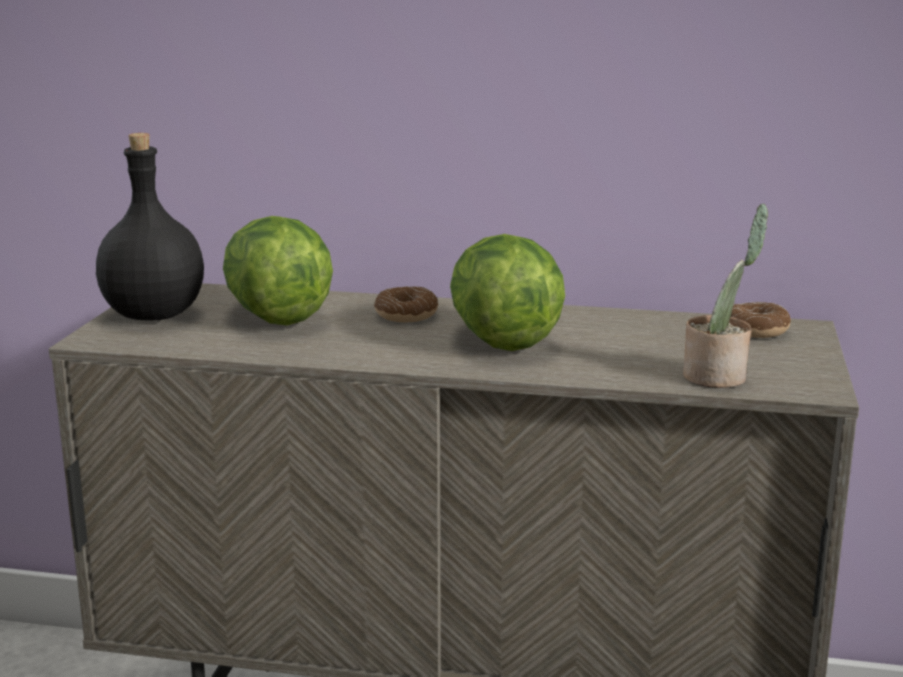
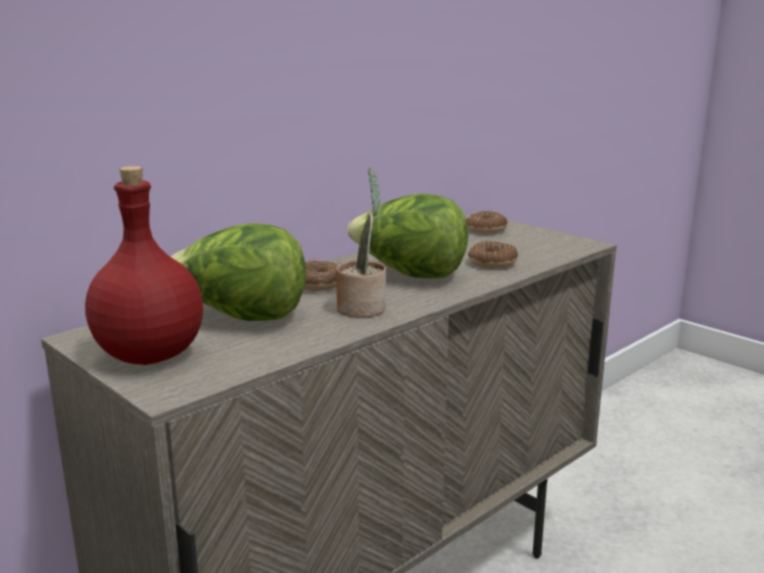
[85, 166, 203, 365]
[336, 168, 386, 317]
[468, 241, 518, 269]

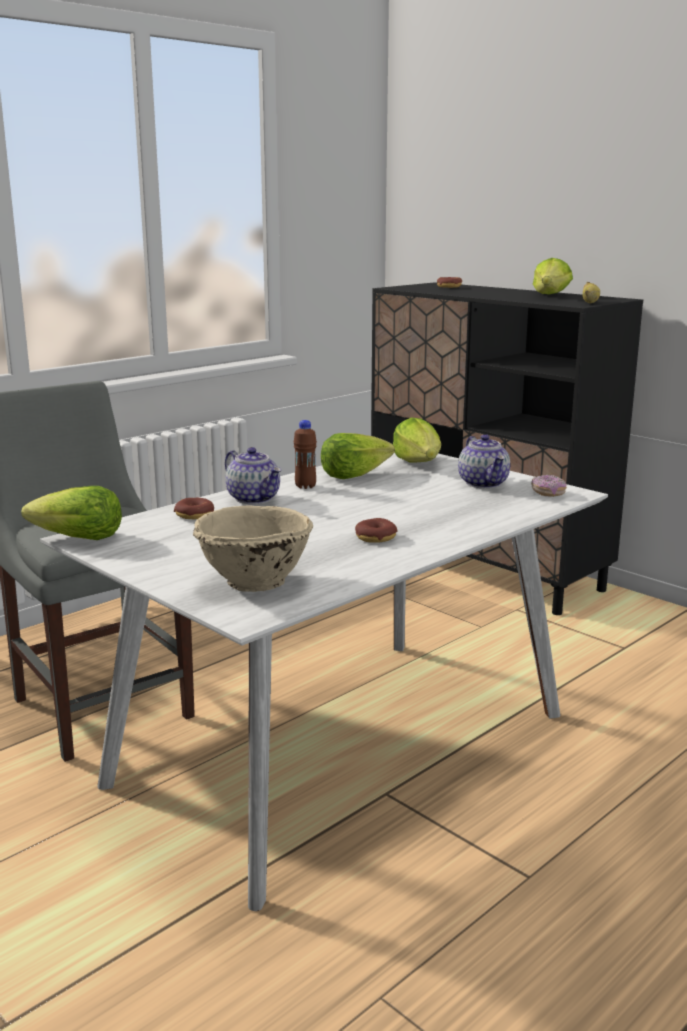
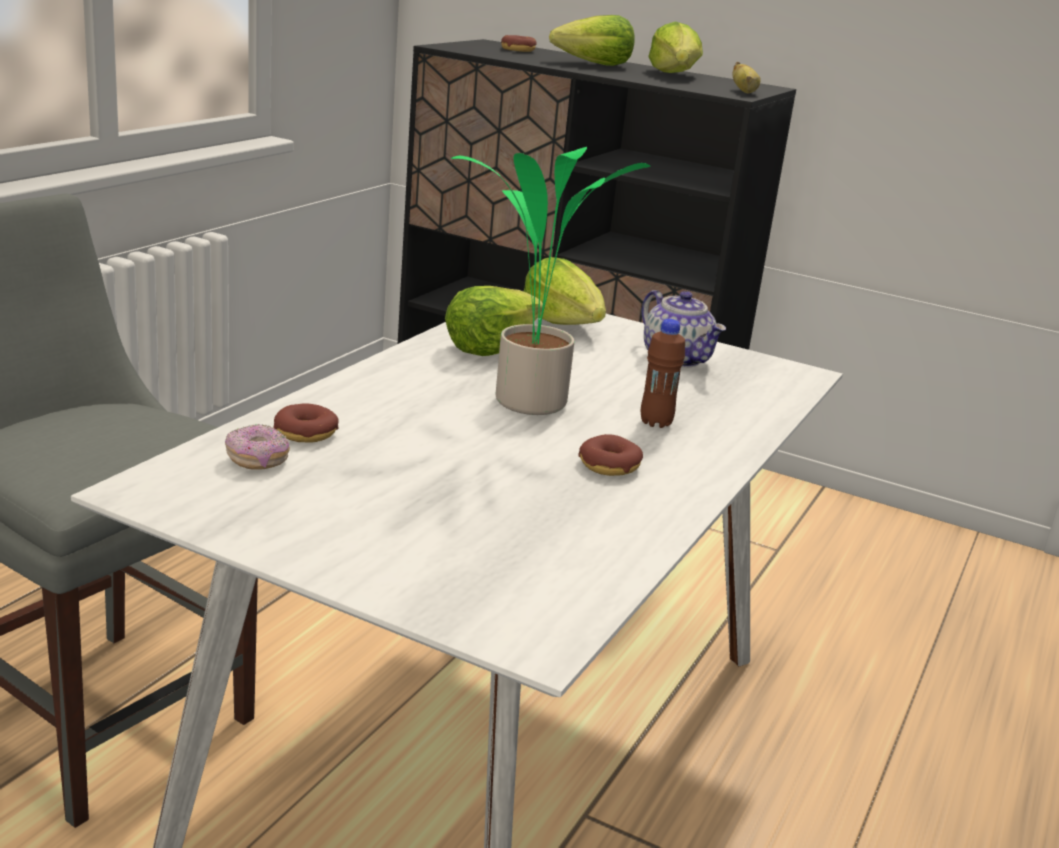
[549, 15, 635, 66]
[193, 506, 313, 592] (first image)
[225, 447, 282, 504] (first image)
[640, 319, 685, 428]
[225, 424, 290, 470]
[451, 147, 650, 415]

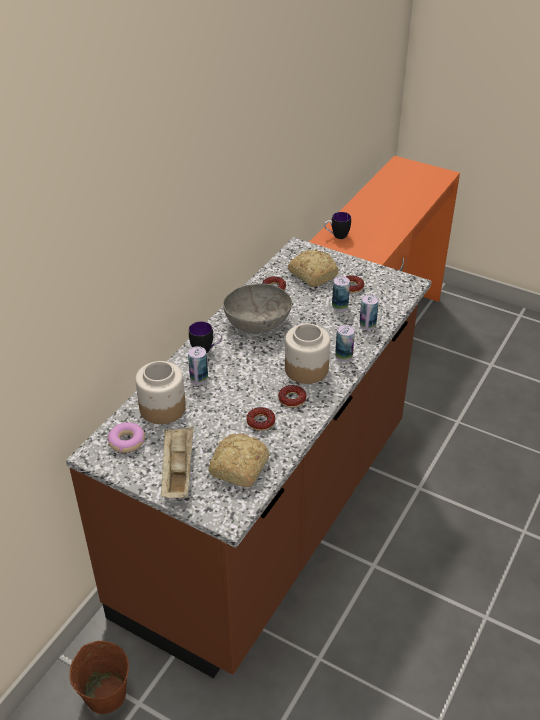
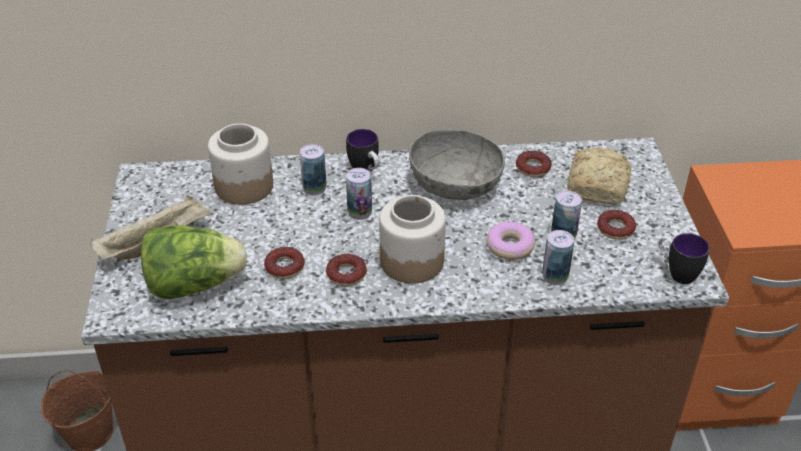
[486, 222, 535, 260]
[141, 225, 247, 299]
[659, 233, 710, 284]
[346, 168, 372, 220]

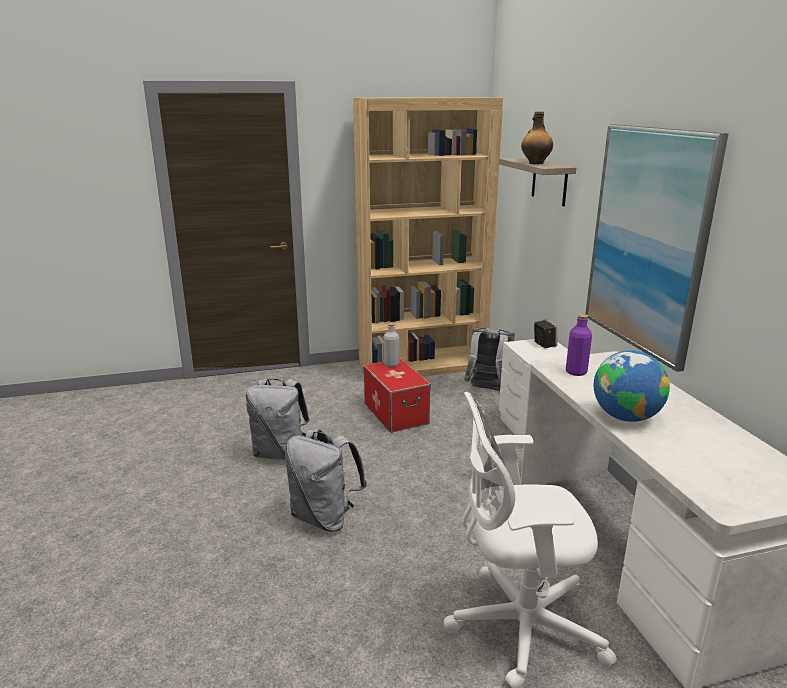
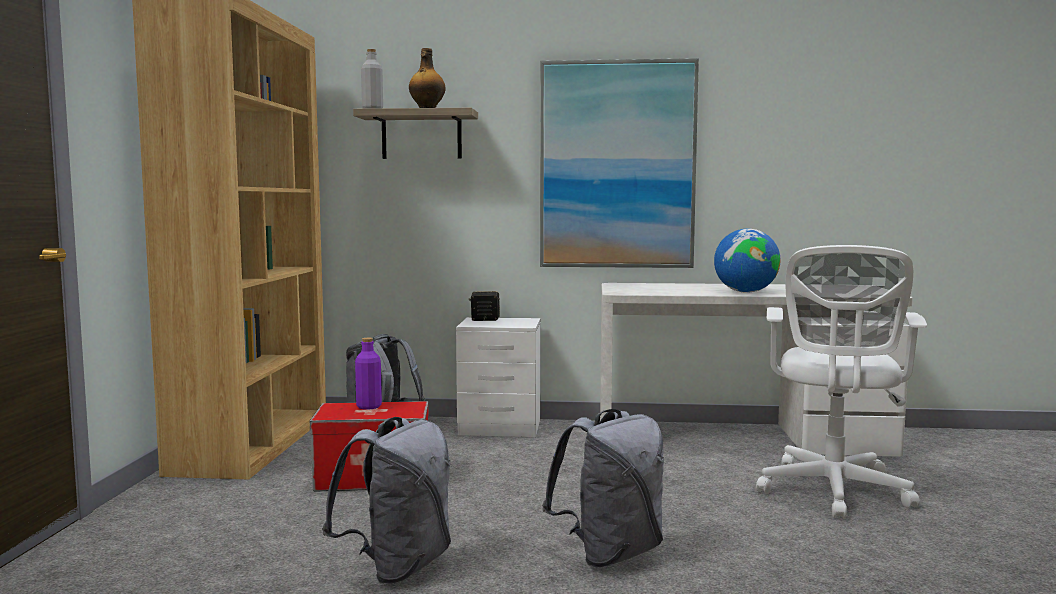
[361, 49, 383, 109]
[355, 338, 382, 410]

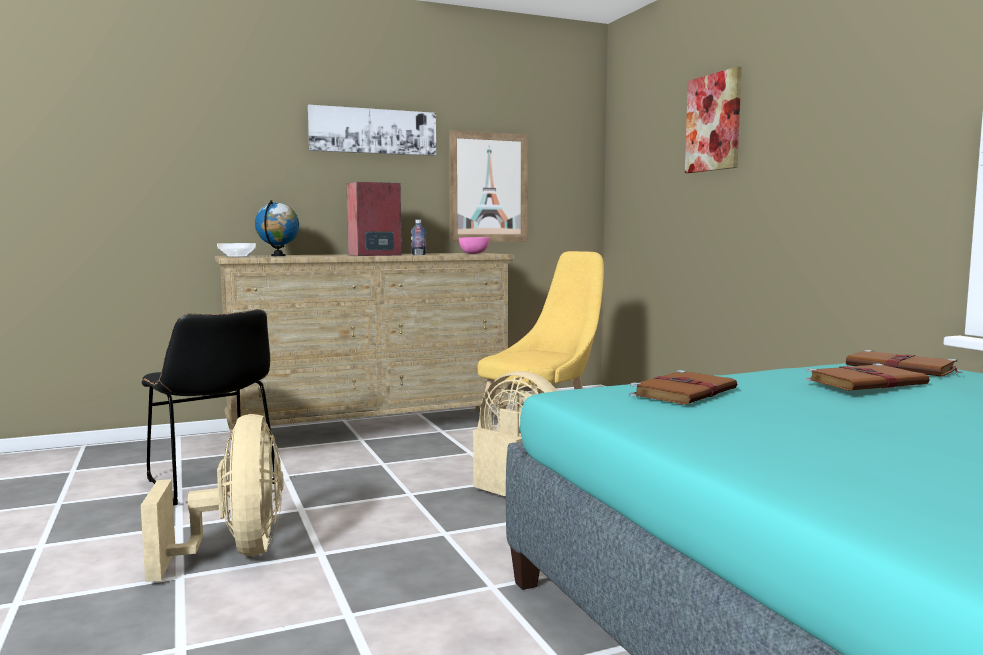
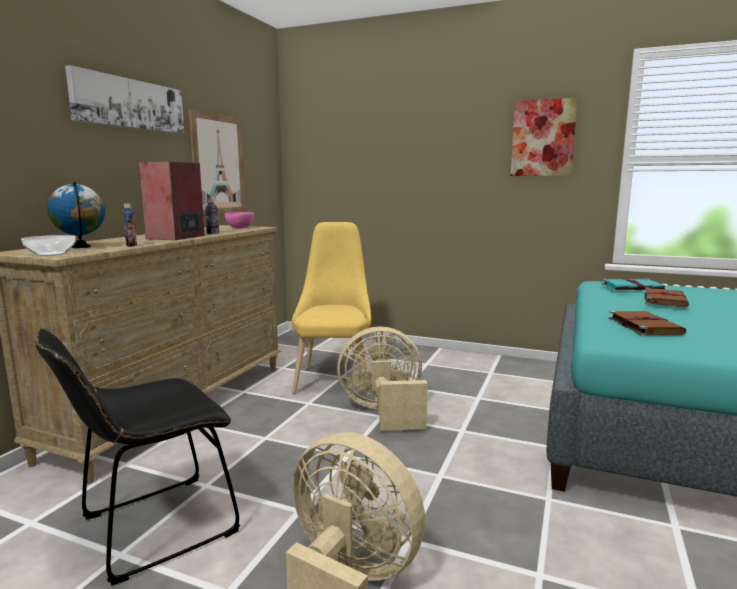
[35, 329, 240, 585]
[511, 98, 578, 176]
[601, 279, 665, 290]
[123, 203, 137, 247]

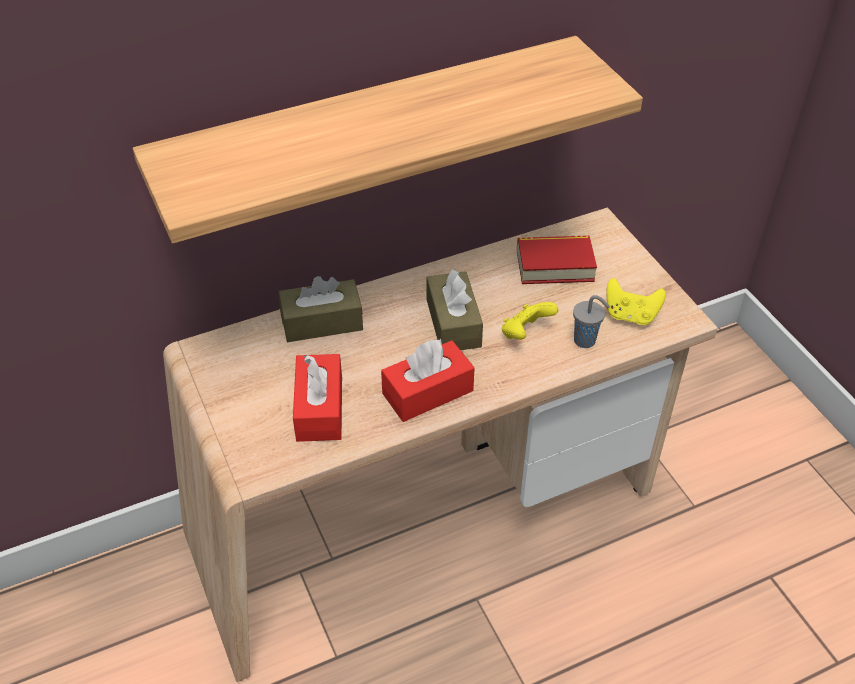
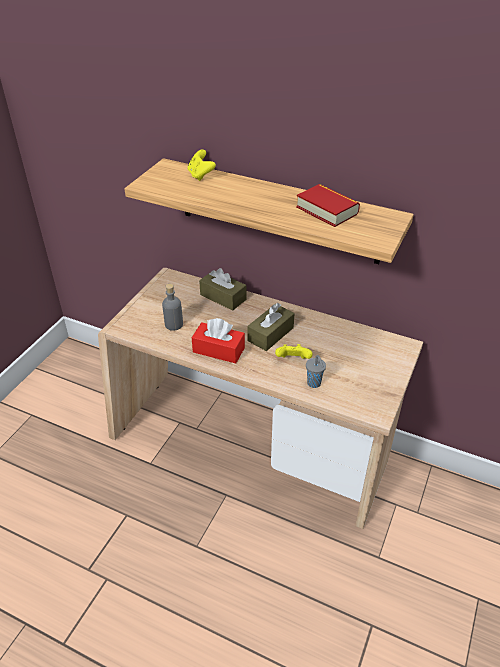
[162, 284, 183, 331]
[296, 184, 360, 227]
[188, 150, 216, 181]

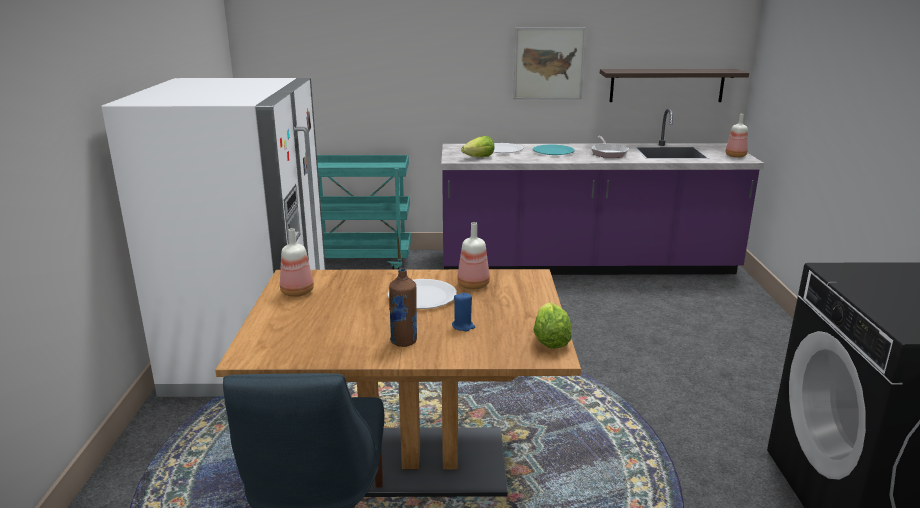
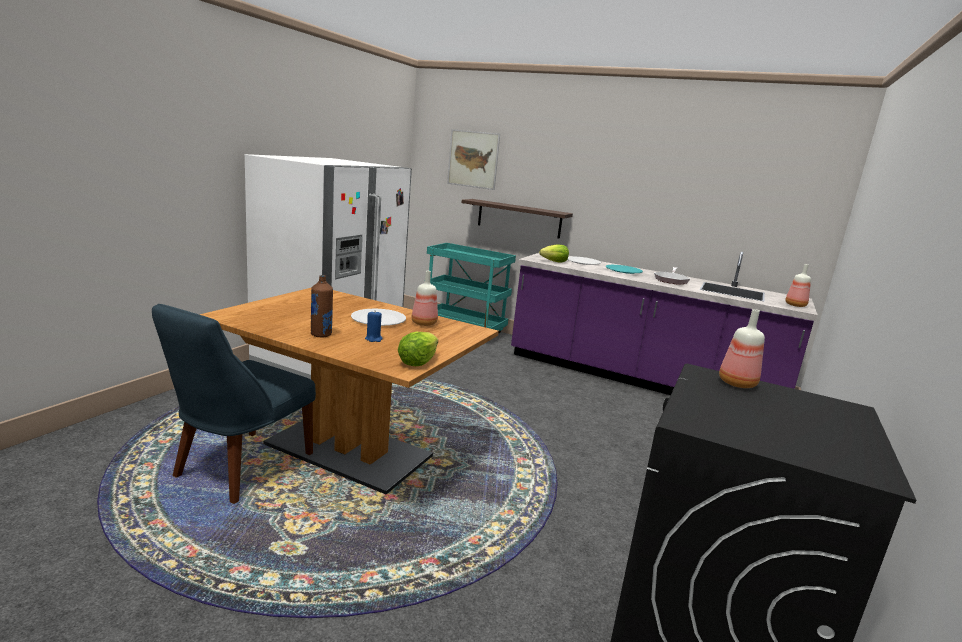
[719, 309, 765, 388]
[447, 129, 500, 190]
[462, 199, 573, 239]

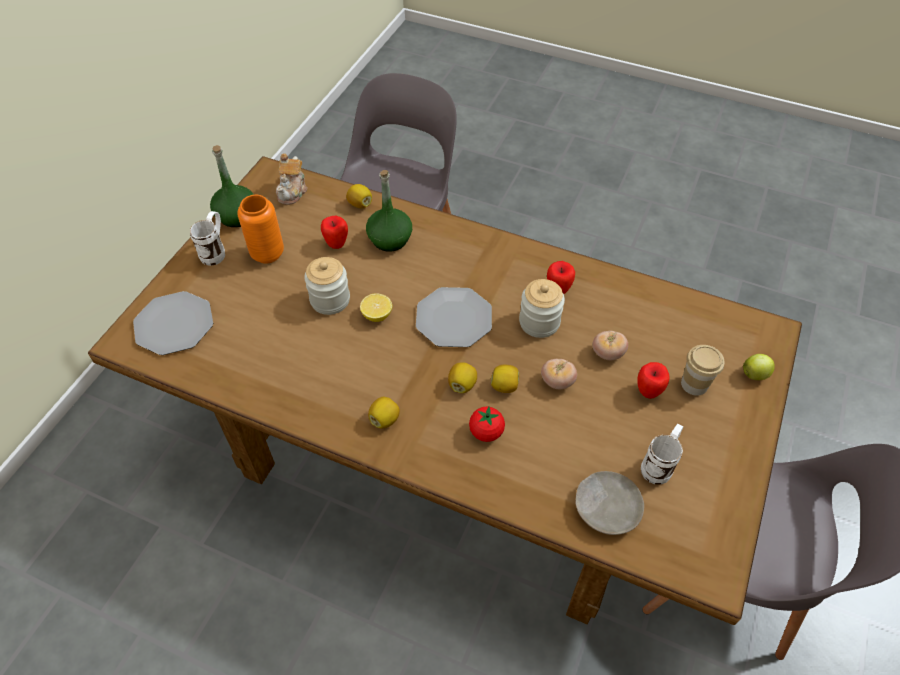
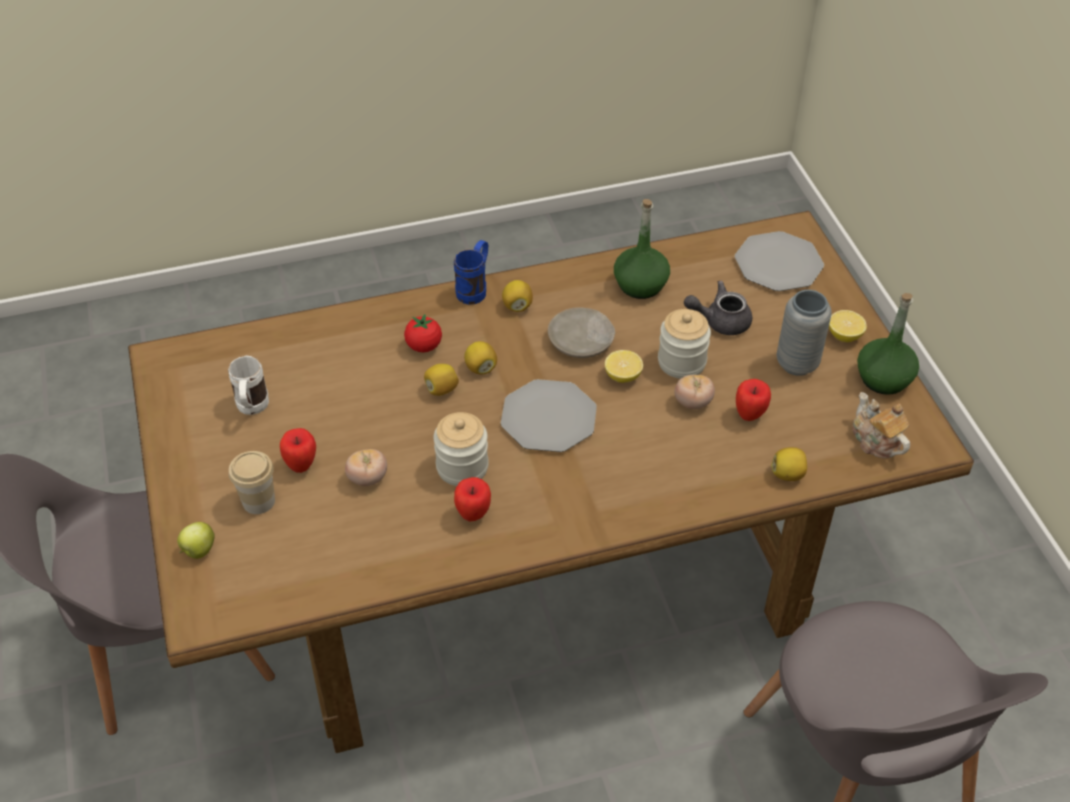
[829, 310, 867, 342]
[777, 290, 832, 376]
[614, 199, 670, 299]
[675, 374, 715, 409]
[548, 308, 615, 358]
[454, 240, 488, 305]
[684, 280, 752, 335]

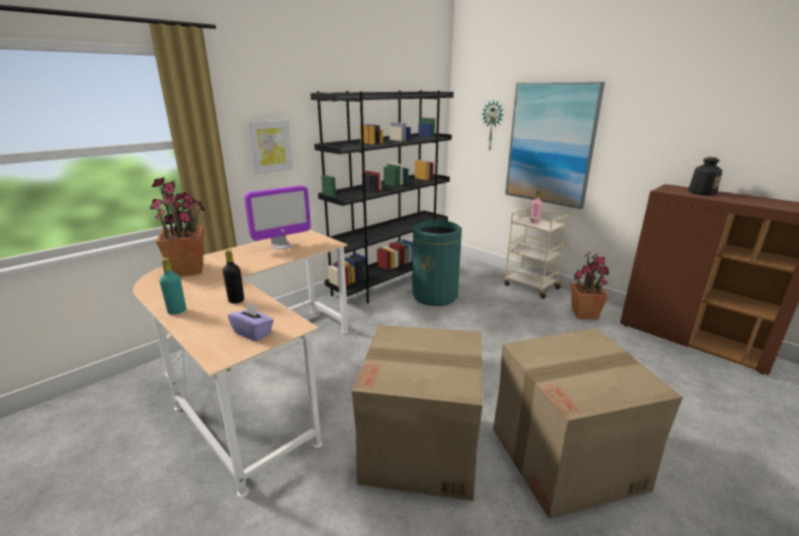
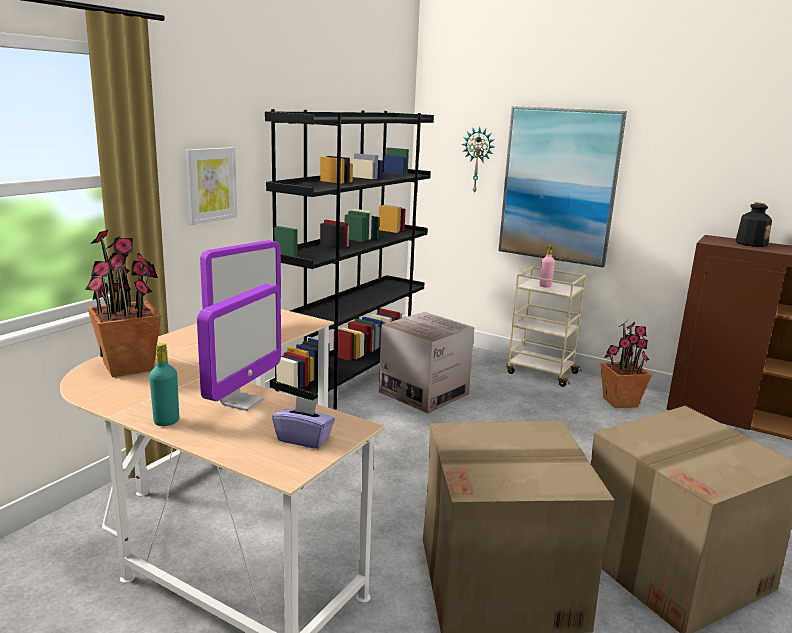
[197, 284, 281, 411]
[379, 312, 474, 414]

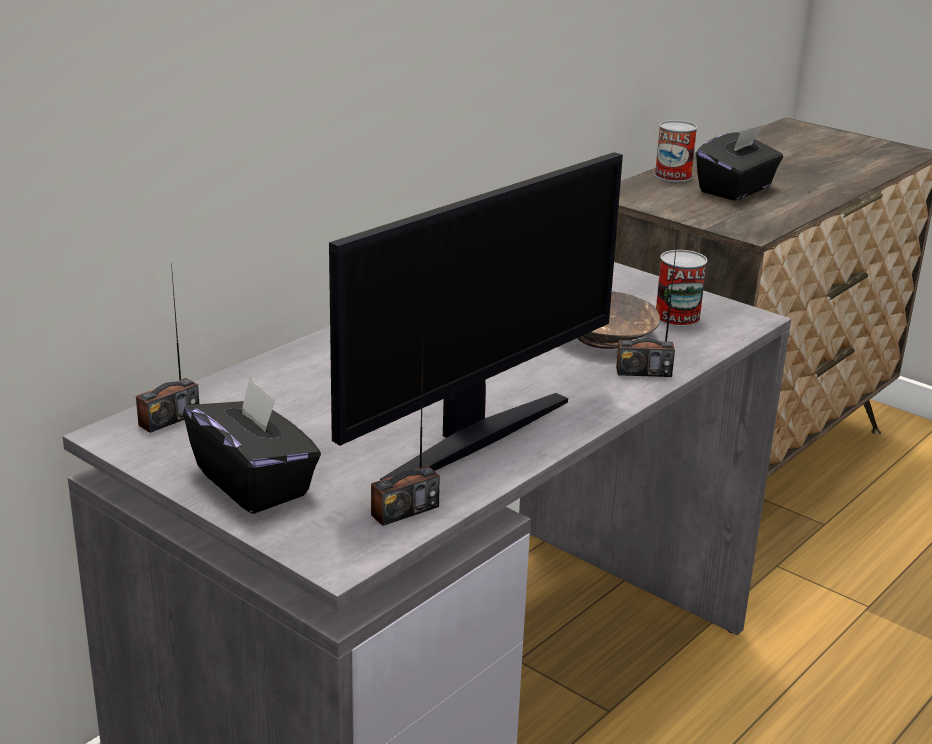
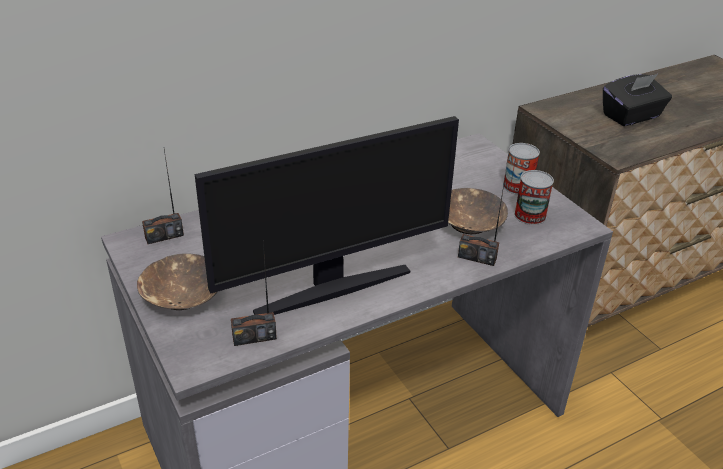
[137, 254, 217, 310]
[503, 143, 540, 195]

